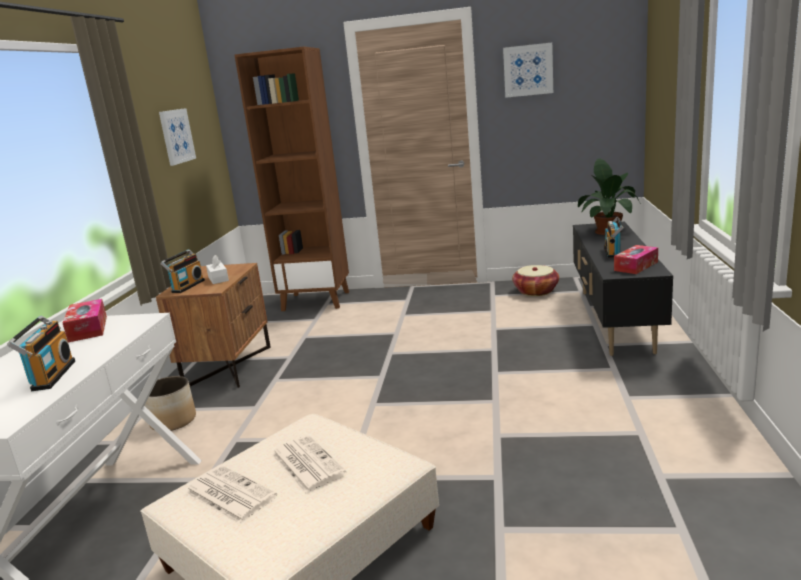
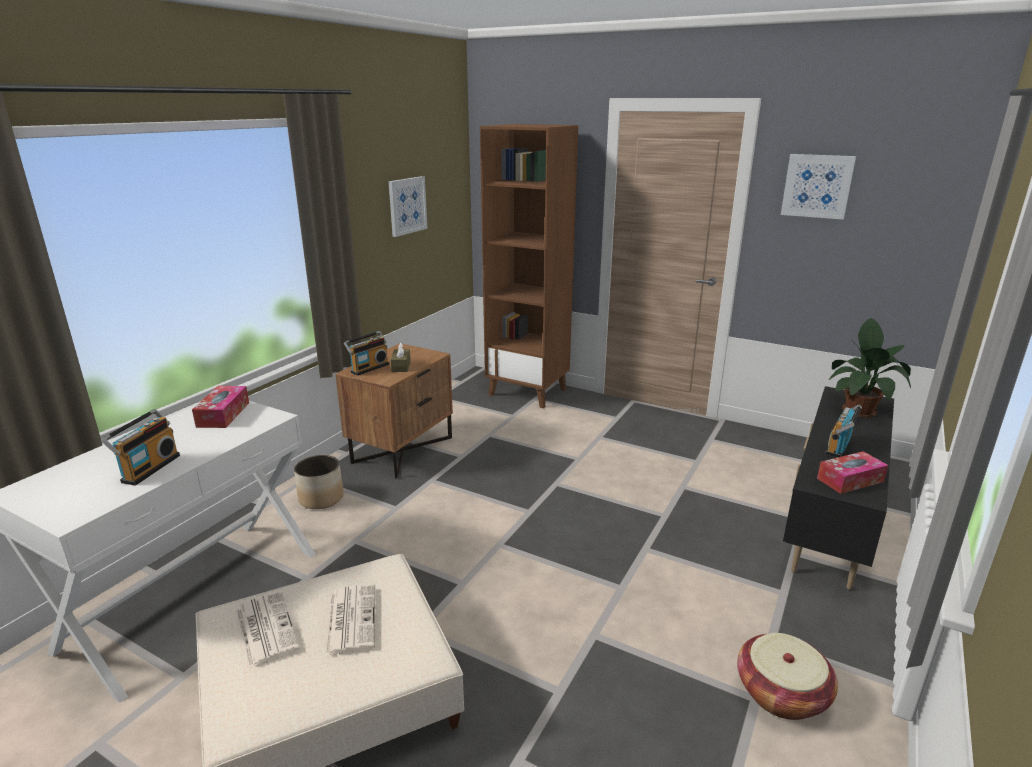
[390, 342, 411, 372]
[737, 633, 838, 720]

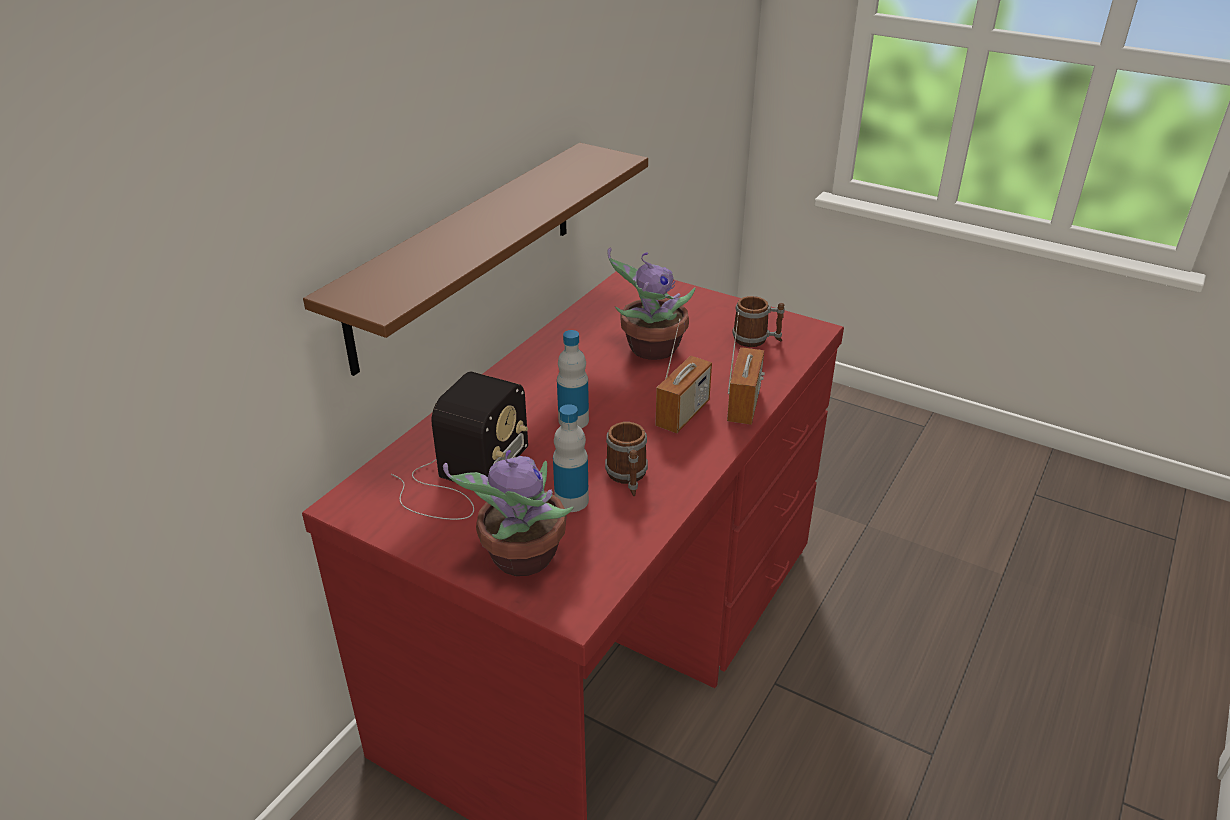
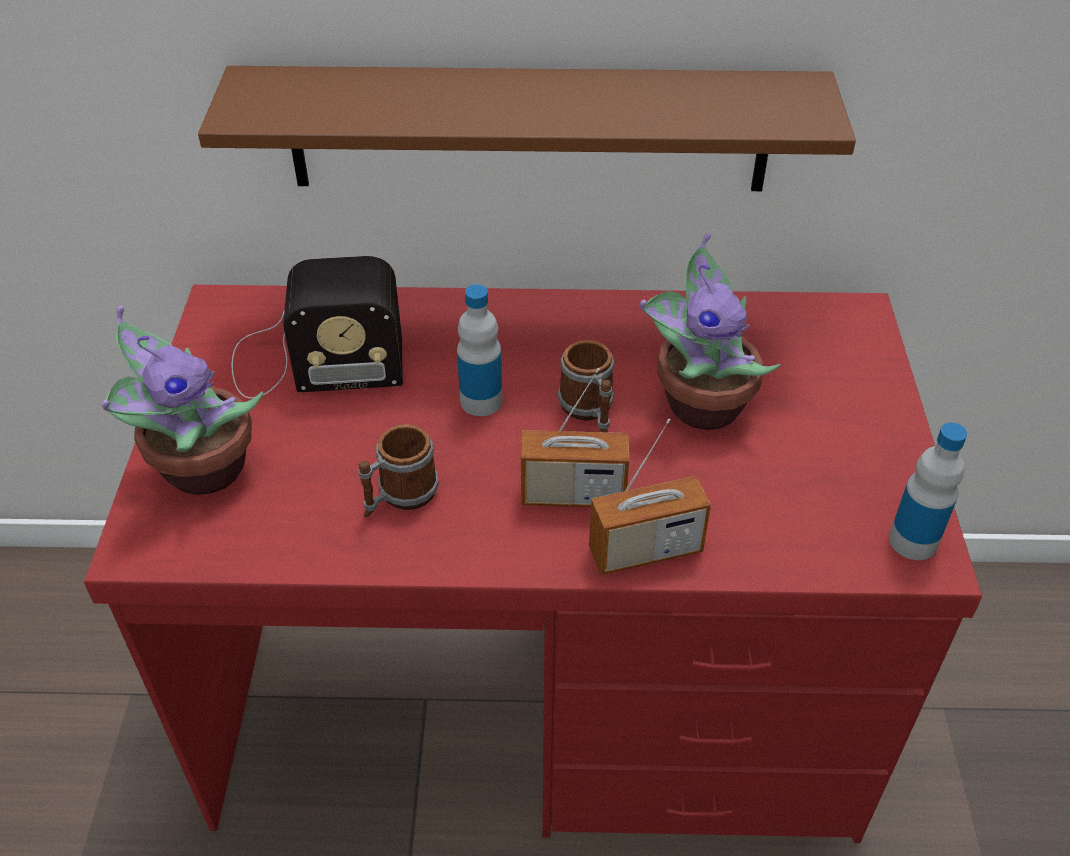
[889, 422, 967, 560]
[558, 340, 614, 432]

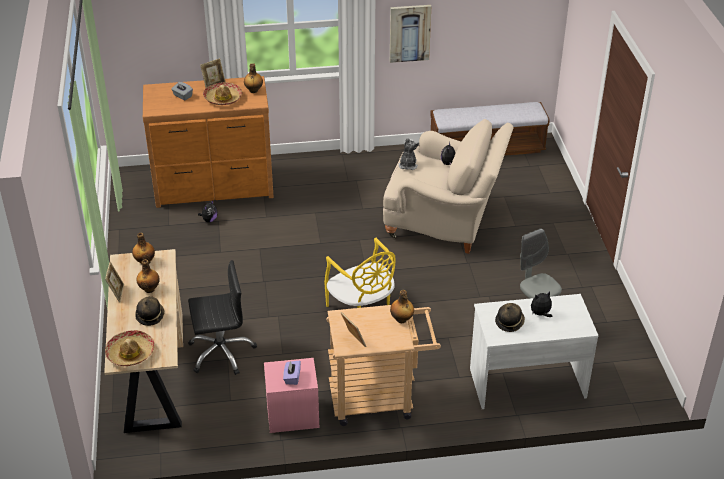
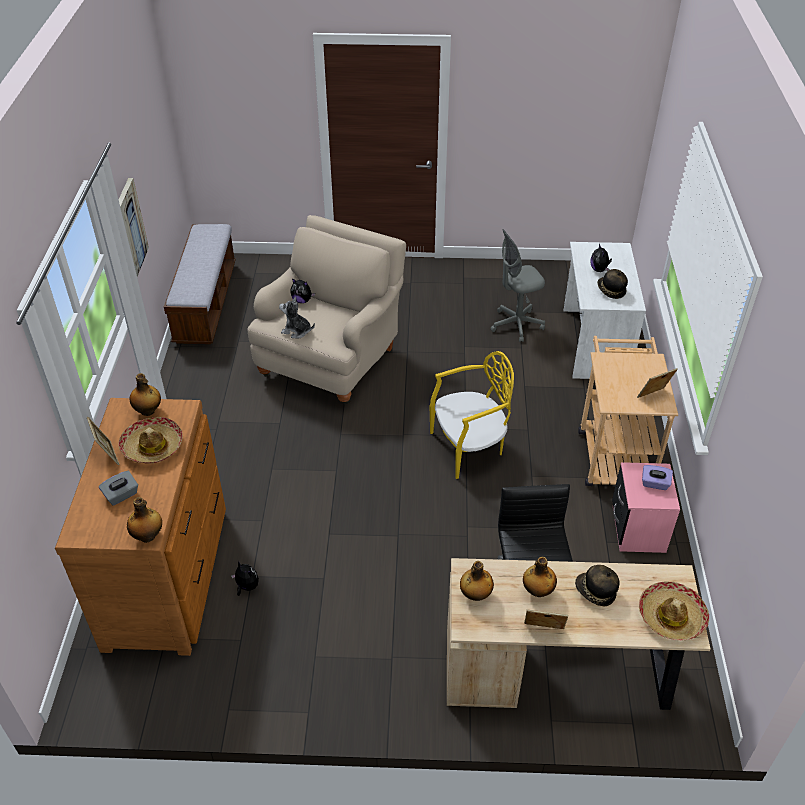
[127, 497, 162, 543]

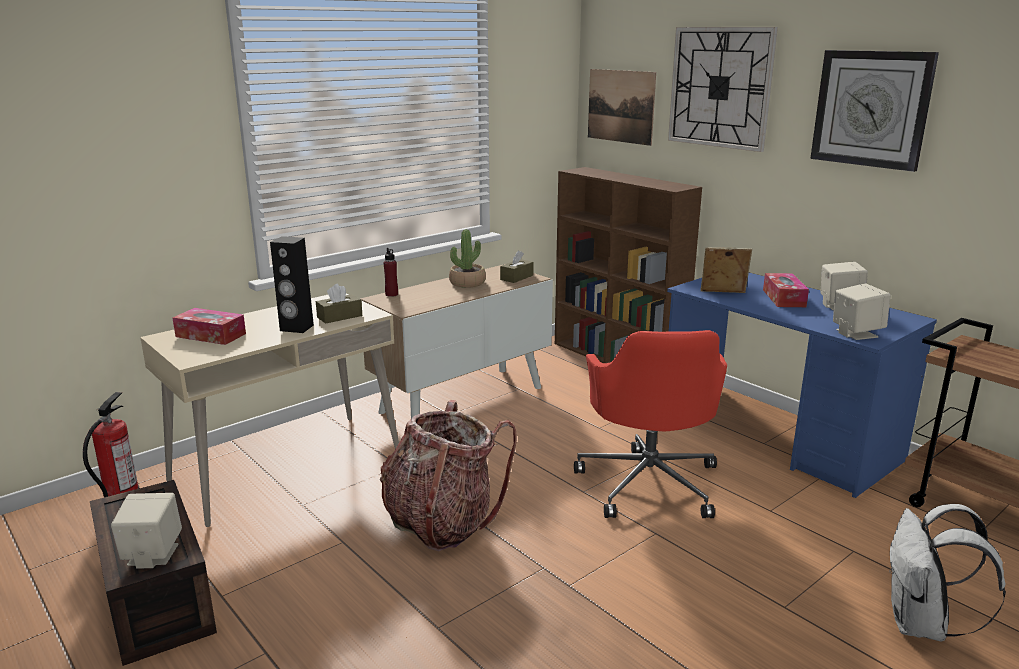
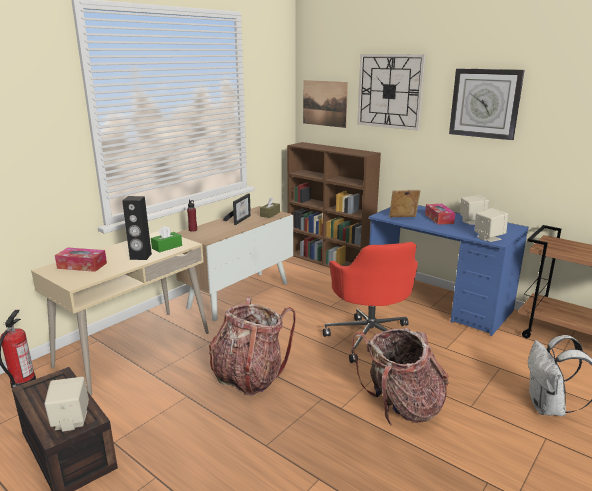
[151, 226, 182, 252]
[223, 193, 251, 225]
[352, 327, 449, 425]

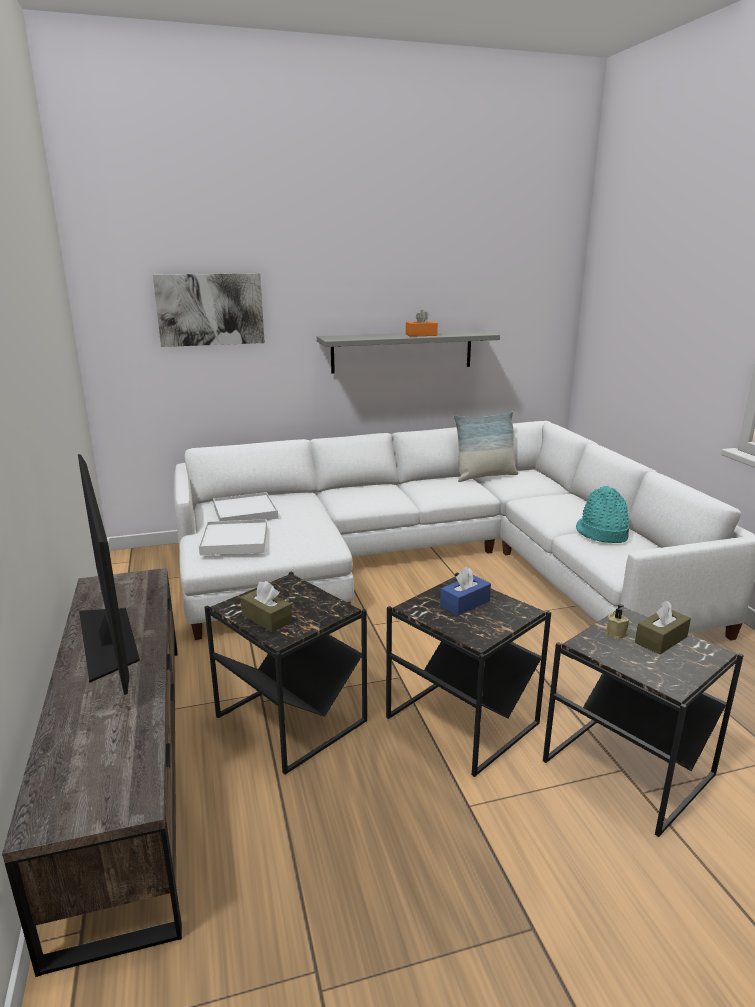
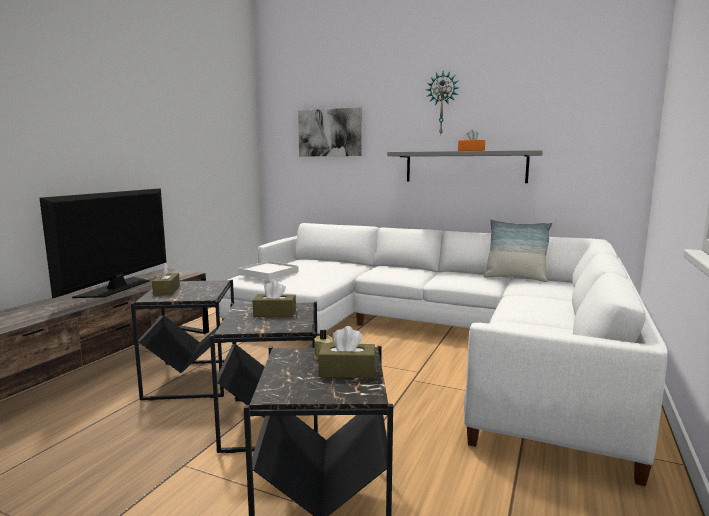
[213, 492, 278, 521] (first image)
[253, 281, 296, 317]
[576, 486, 629, 543] (first image)
[426, 71, 459, 134]

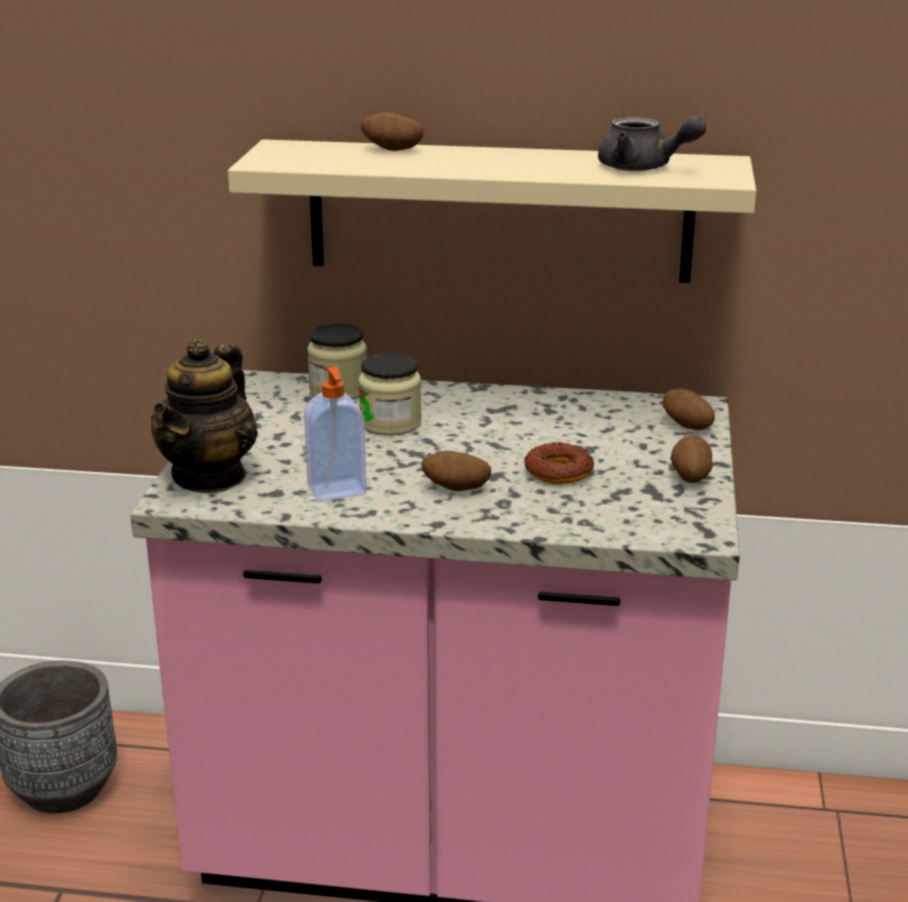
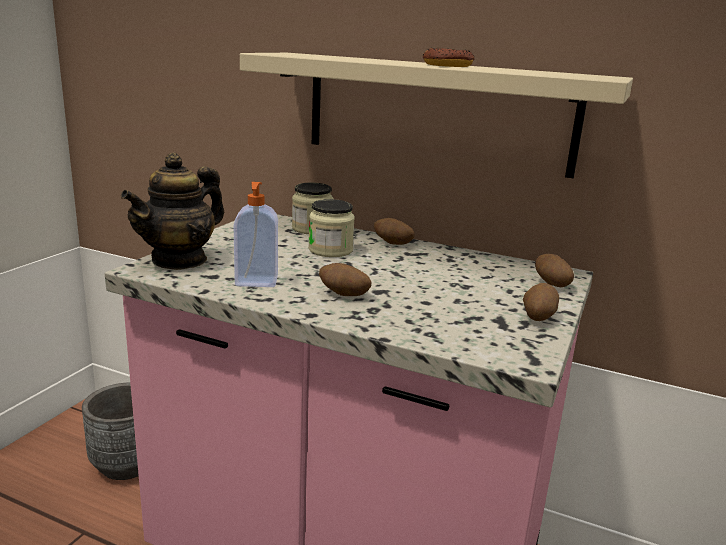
[374, 218, 415, 245]
[423, 48, 475, 67]
[598, 116, 706, 171] (first image)

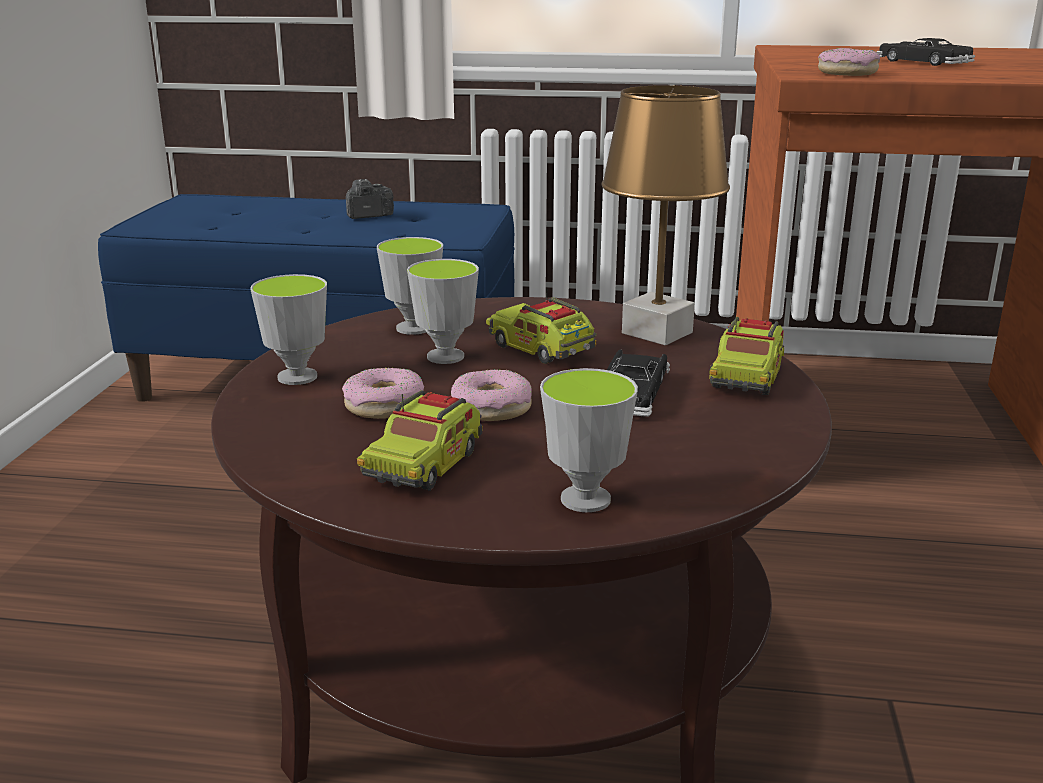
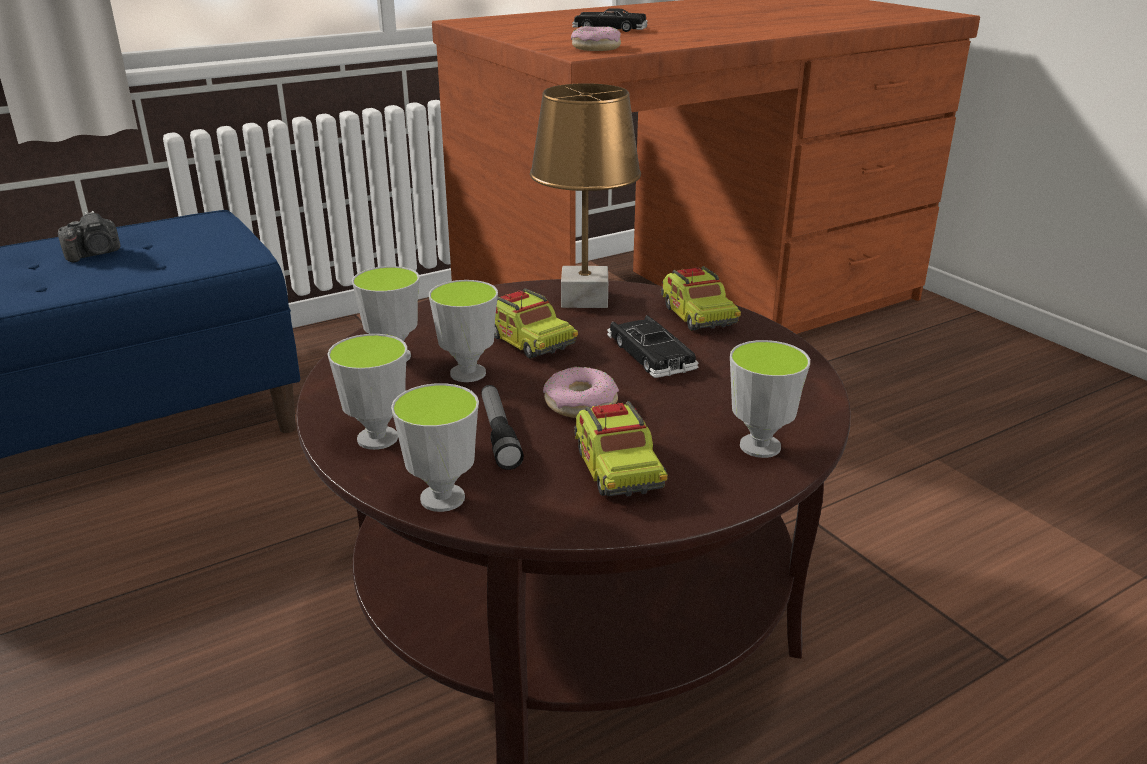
[481, 385, 524, 470]
[58, 211, 120, 263]
[494, 288, 578, 359]
[391, 383, 479, 512]

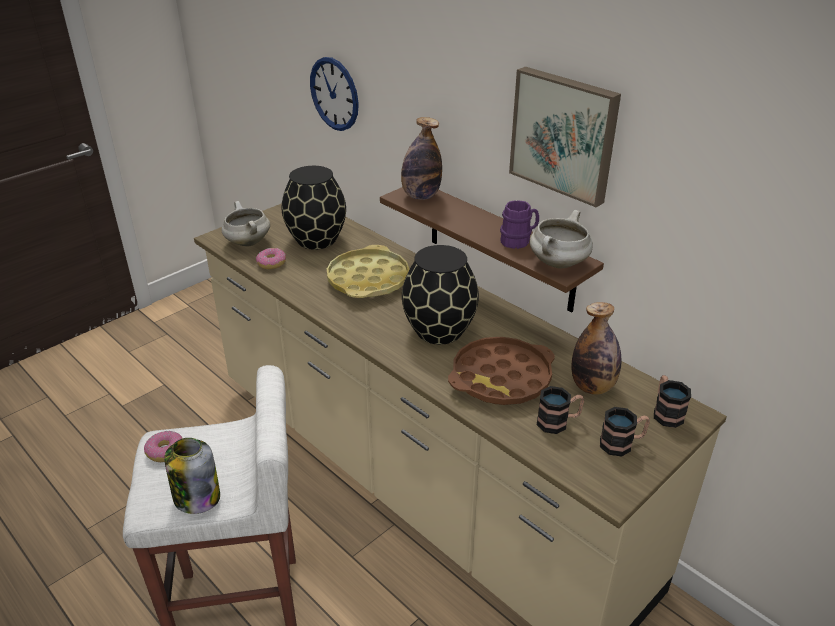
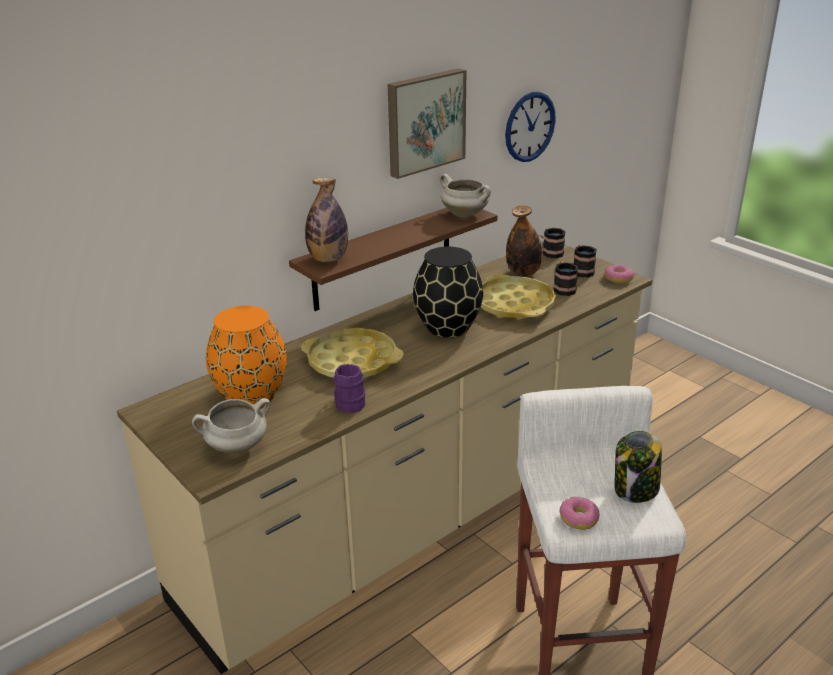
[605, 264, 634, 283]
[206, 306, 287, 406]
[505, 92, 556, 162]
[481, 274, 556, 319]
[333, 364, 365, 413]

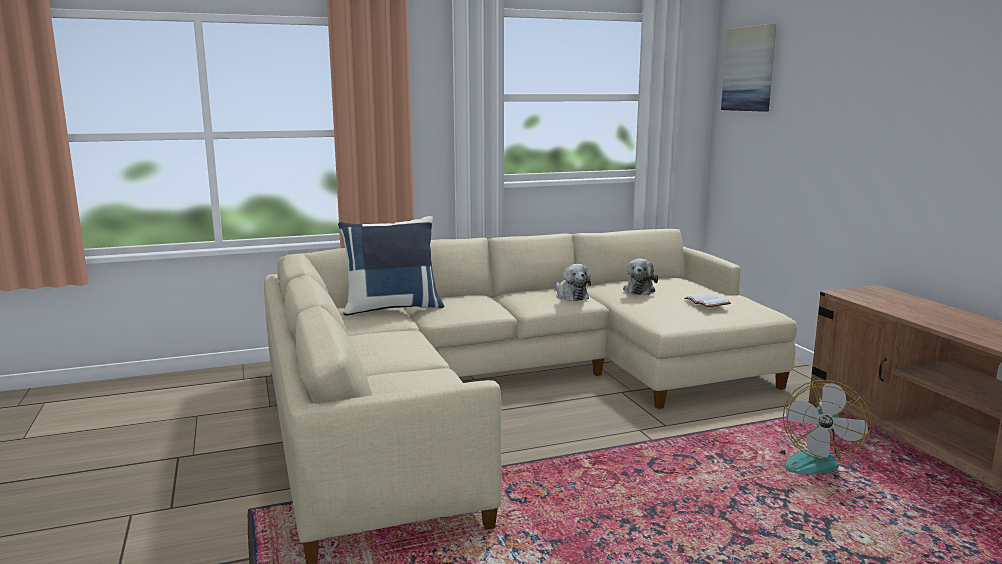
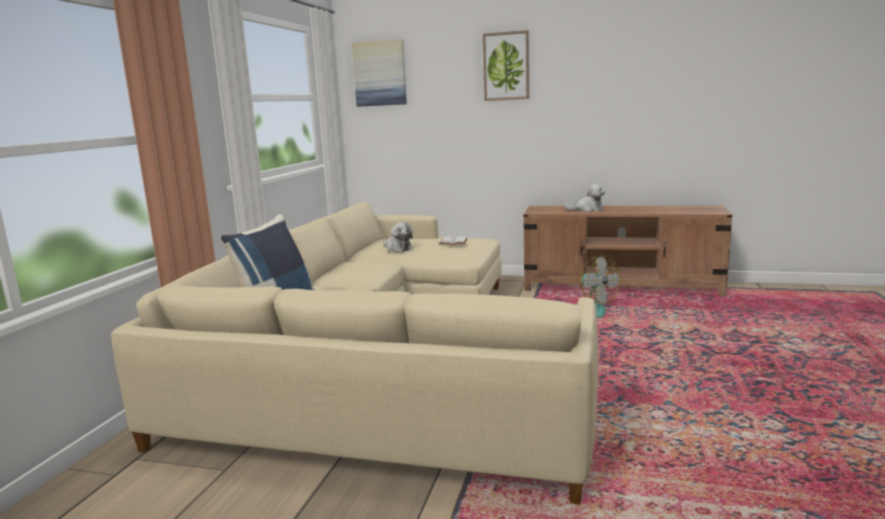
[564, 184, 605, 212]
[483, 30, 529, 101]

